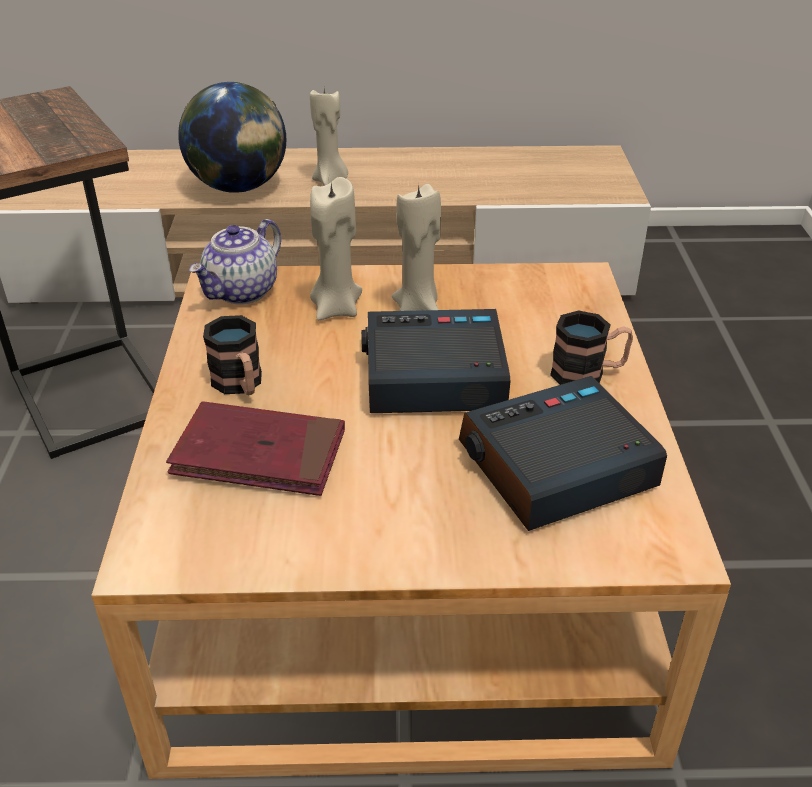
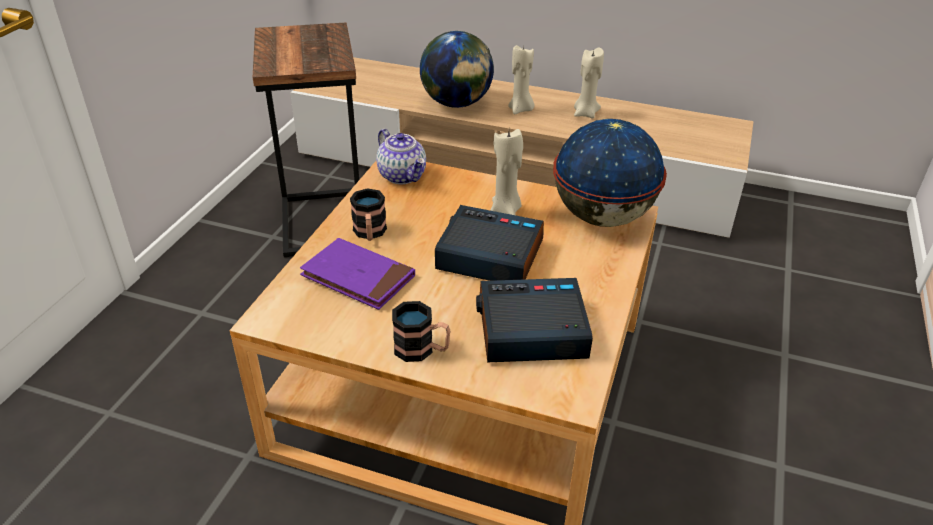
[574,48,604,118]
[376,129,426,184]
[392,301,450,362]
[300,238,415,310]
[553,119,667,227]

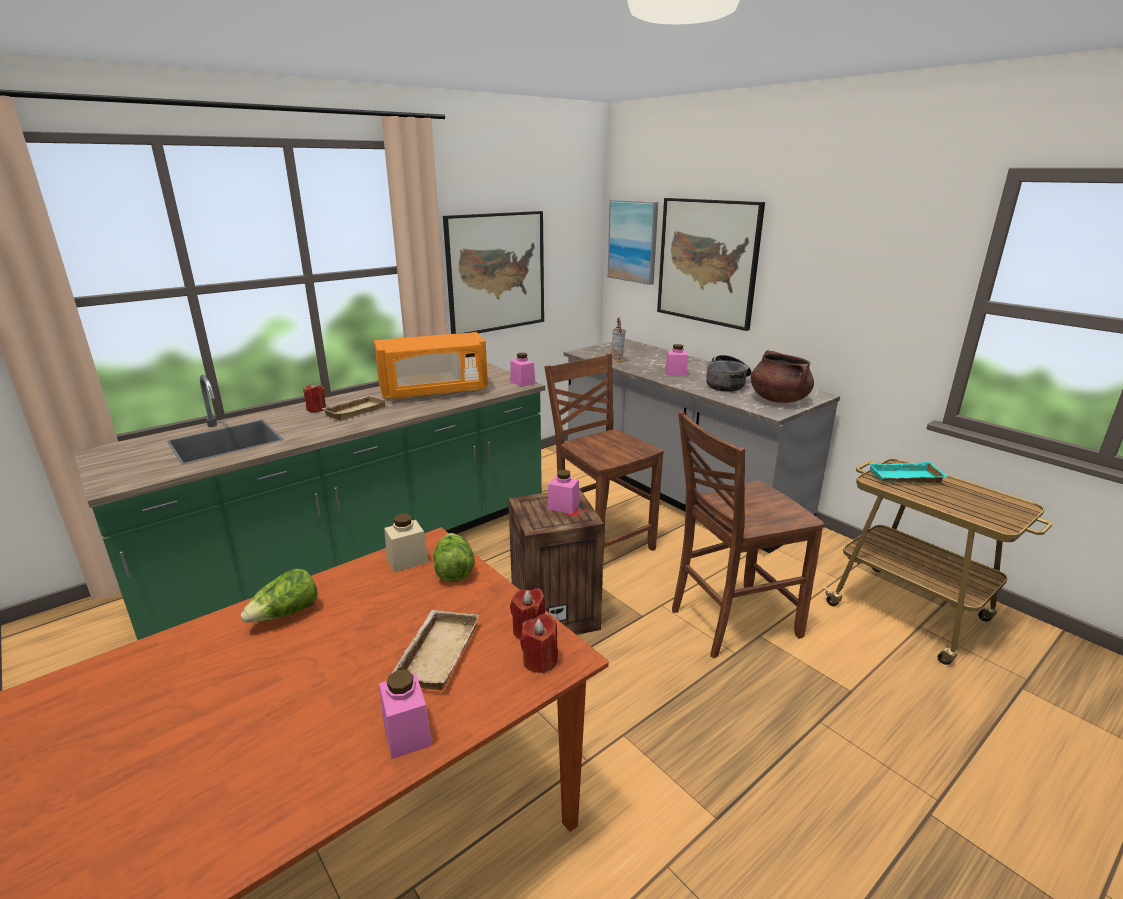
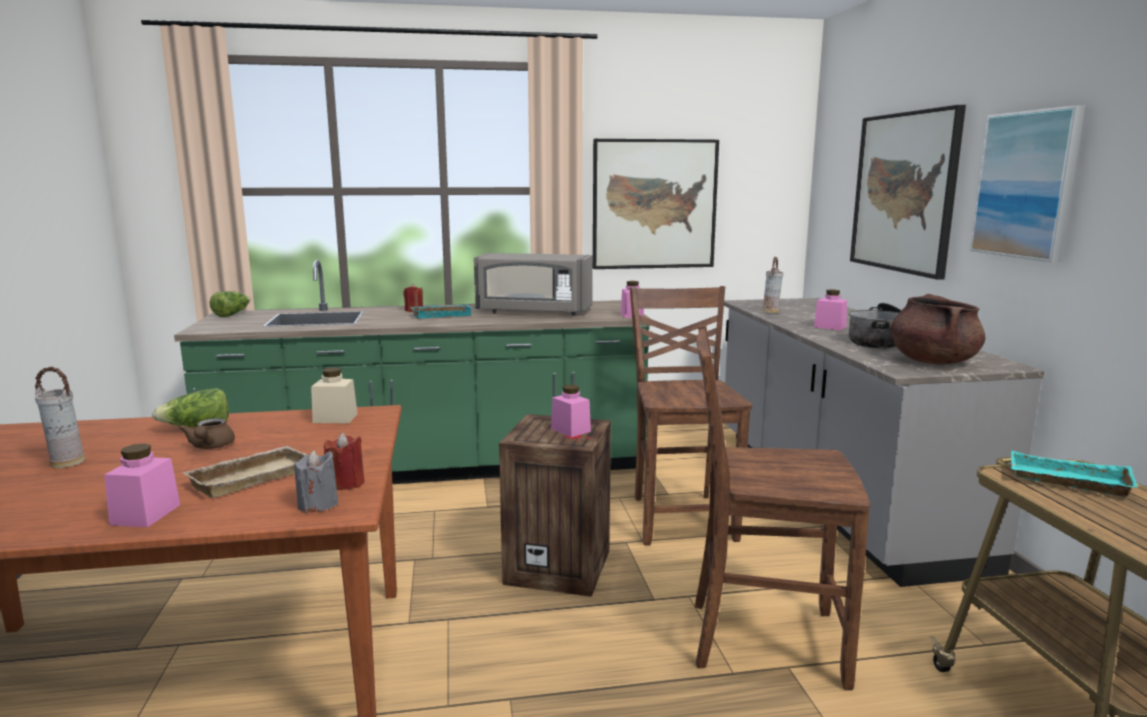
[970,105,1086,262]
[474,253,593,316]
[411,305,473,319]
[209,291,250,317]
[294,450,338,513]
[35,367,85,468]
[179,418,235,449]

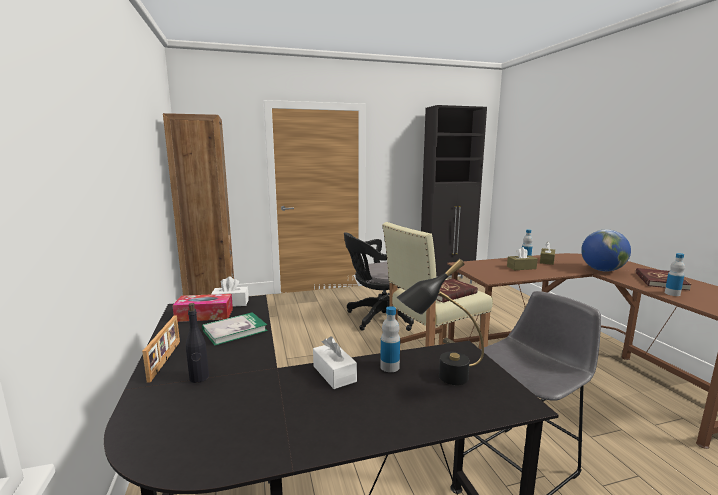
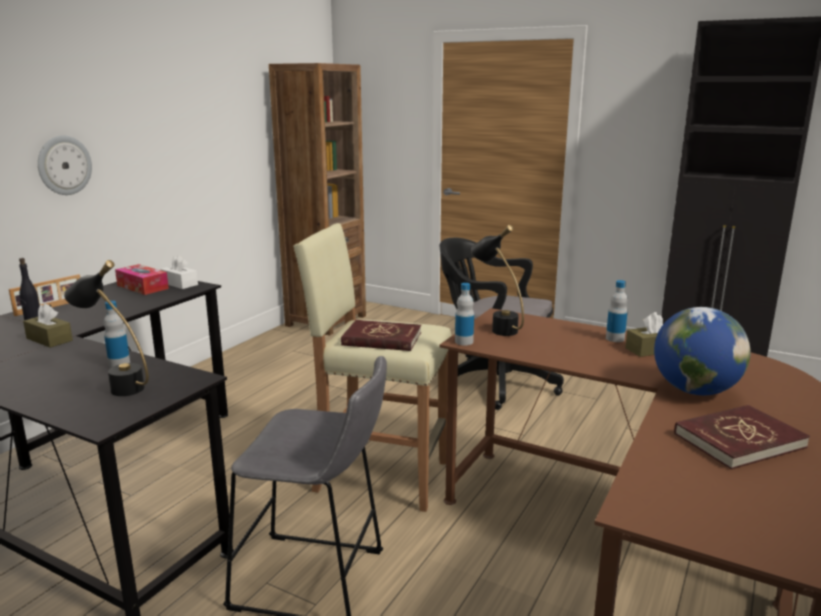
[23,303,73,348]
[455,283,474,345]
[202,312,268,345] (first image)
[313,336,357,389] (first image)
[38,135,92,195]
[471,225,524,336]

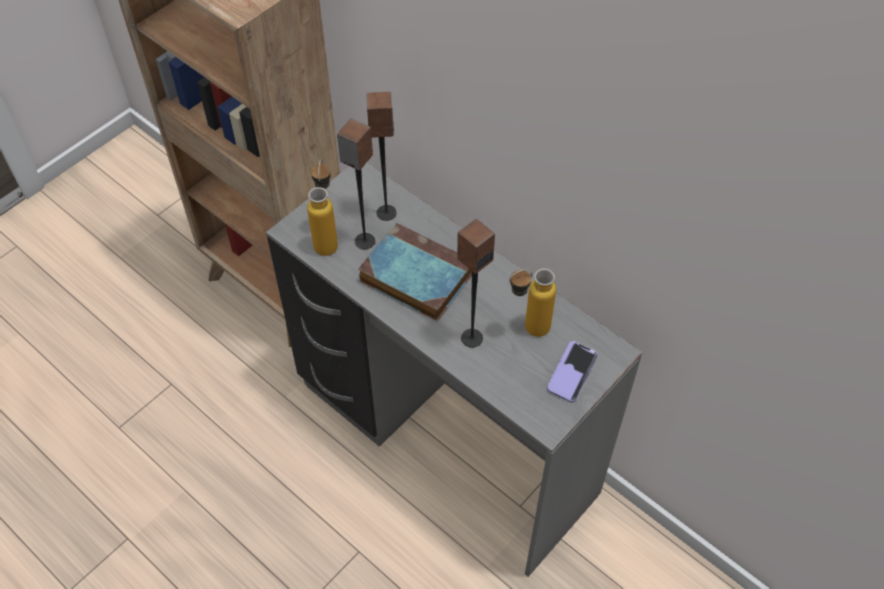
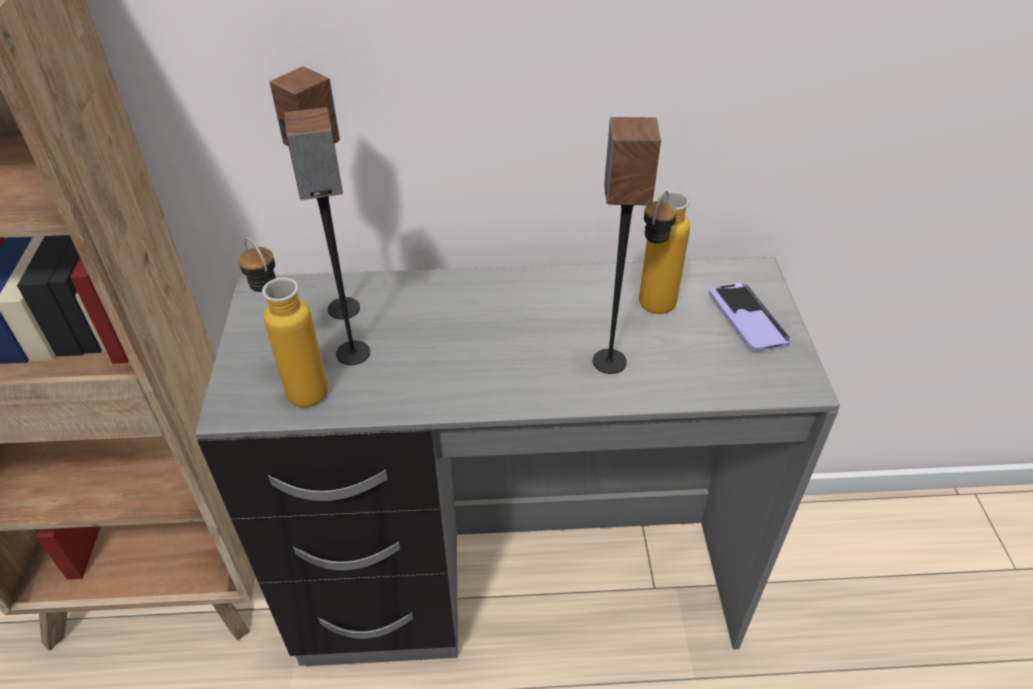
[358,223,472,322] (first image)

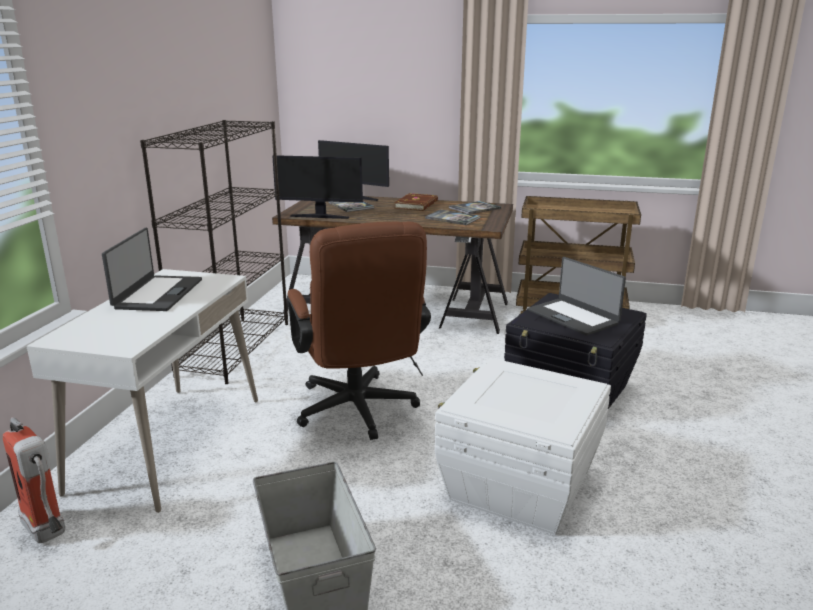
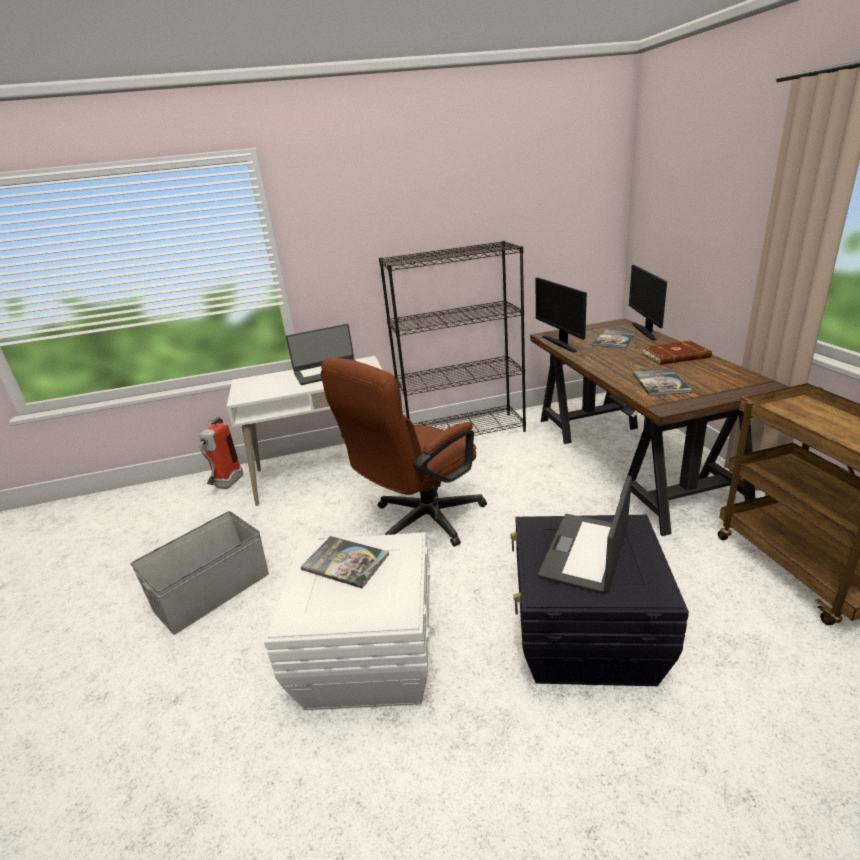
[301,536,389,588]

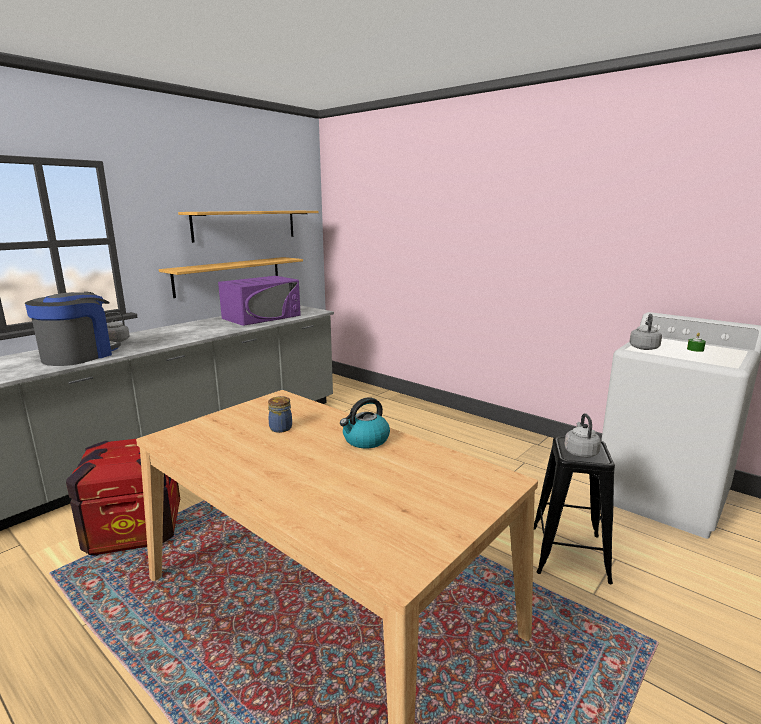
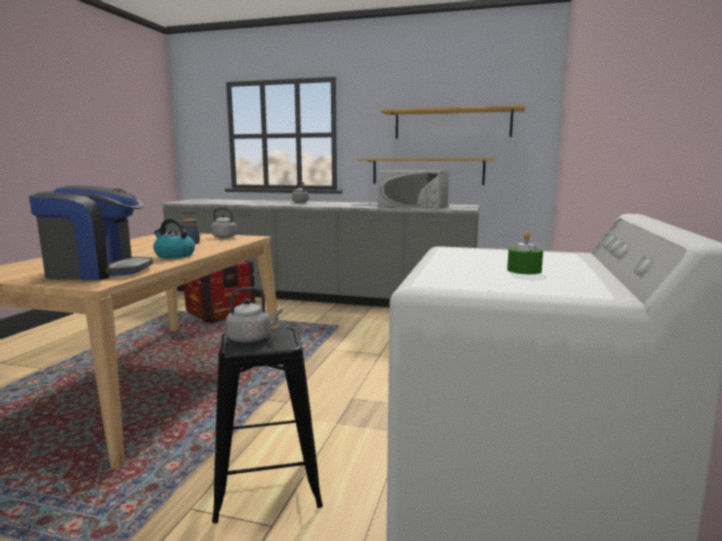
[378,170,449,209]
[29,185,153,280]
[211,208,242,238]

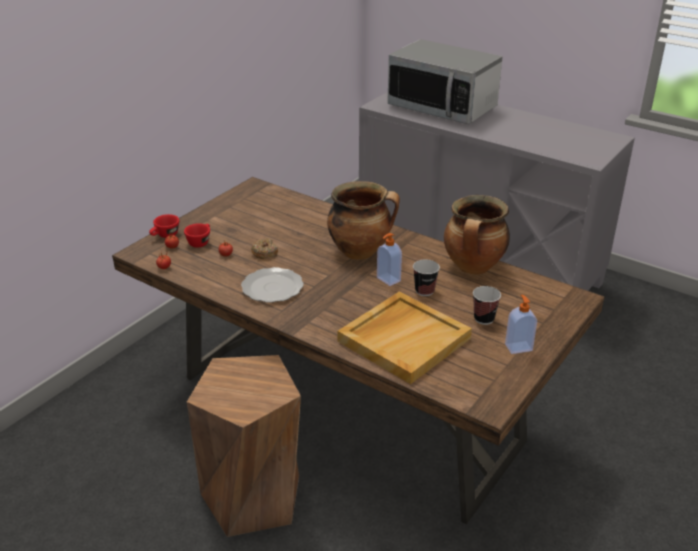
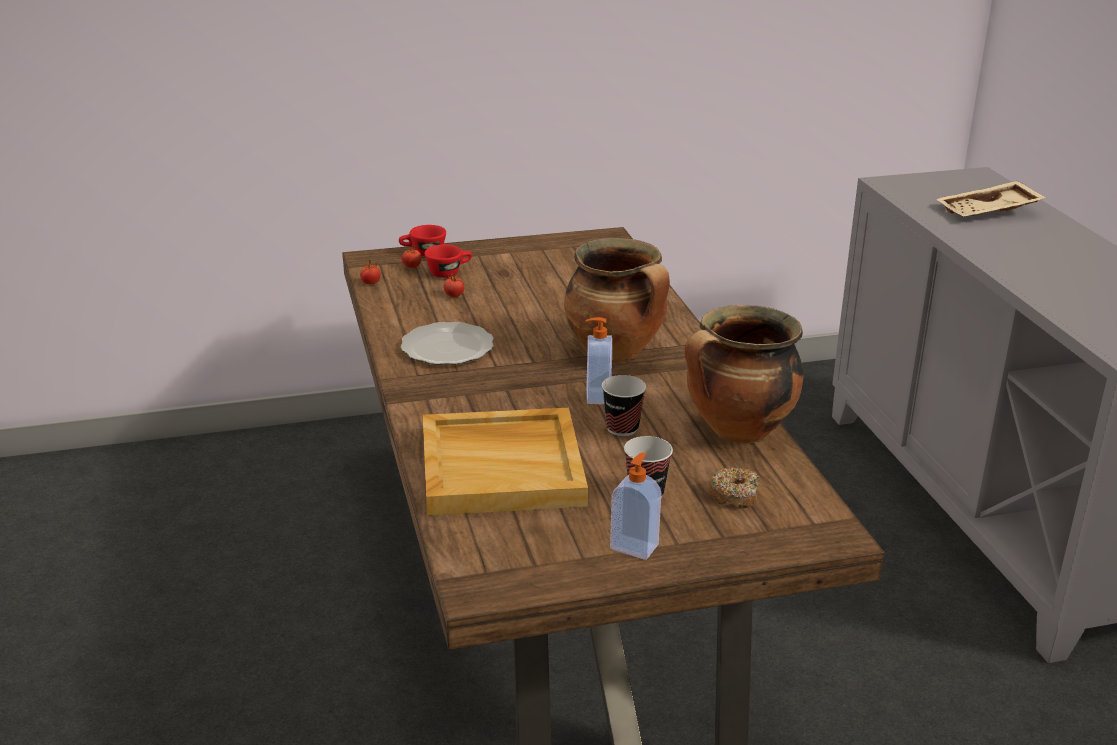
[936,181,1046,217]
[708,467,760,508]
[187,355,301,537] (first image)

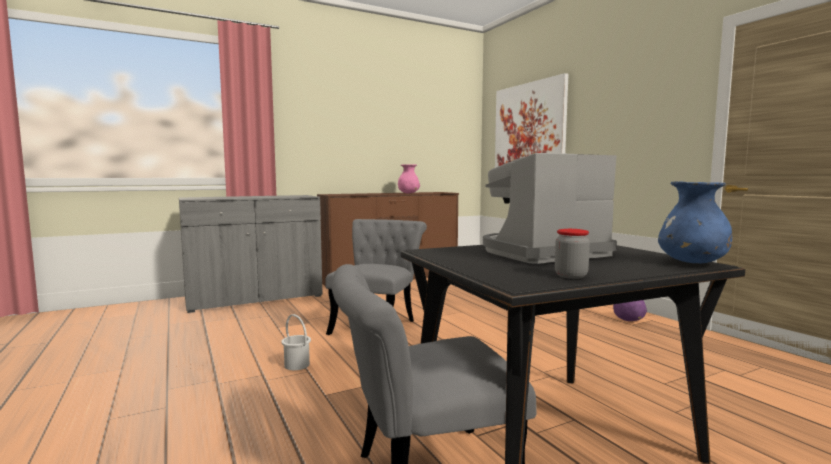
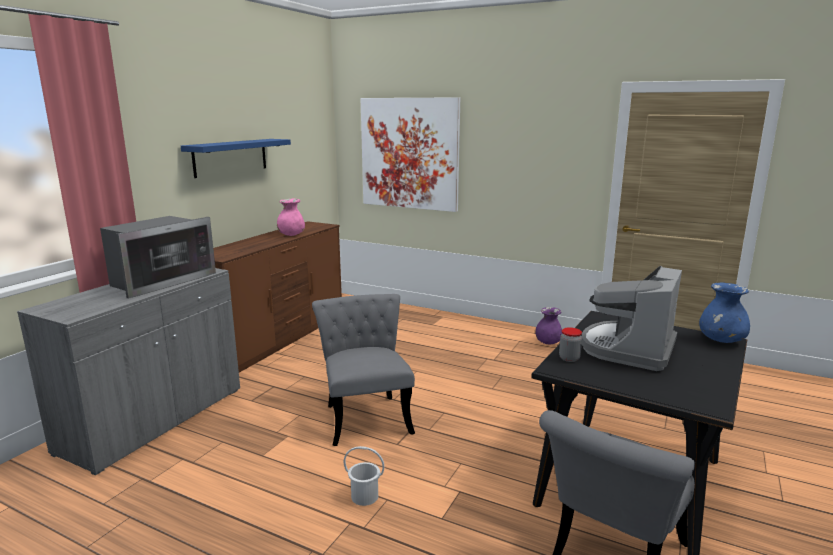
[559,327,582,362]
[181,139,291,178]
[100,216,216,299]

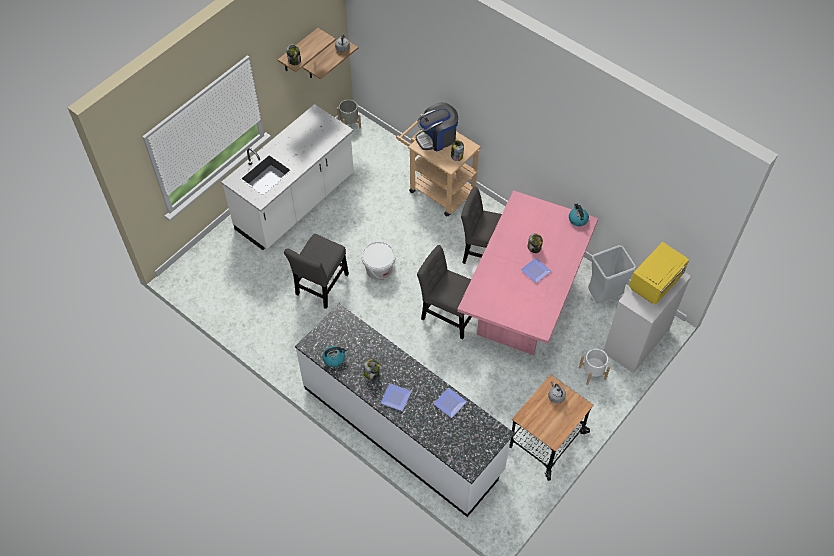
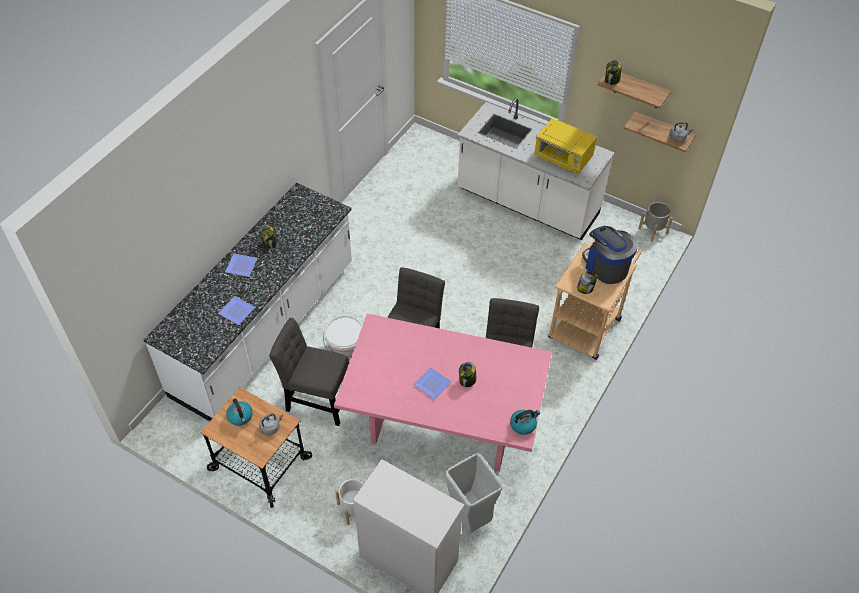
[269,318,349,426]
[323,315,363,361]
[534,118,597,174]
[226,398,253,426]

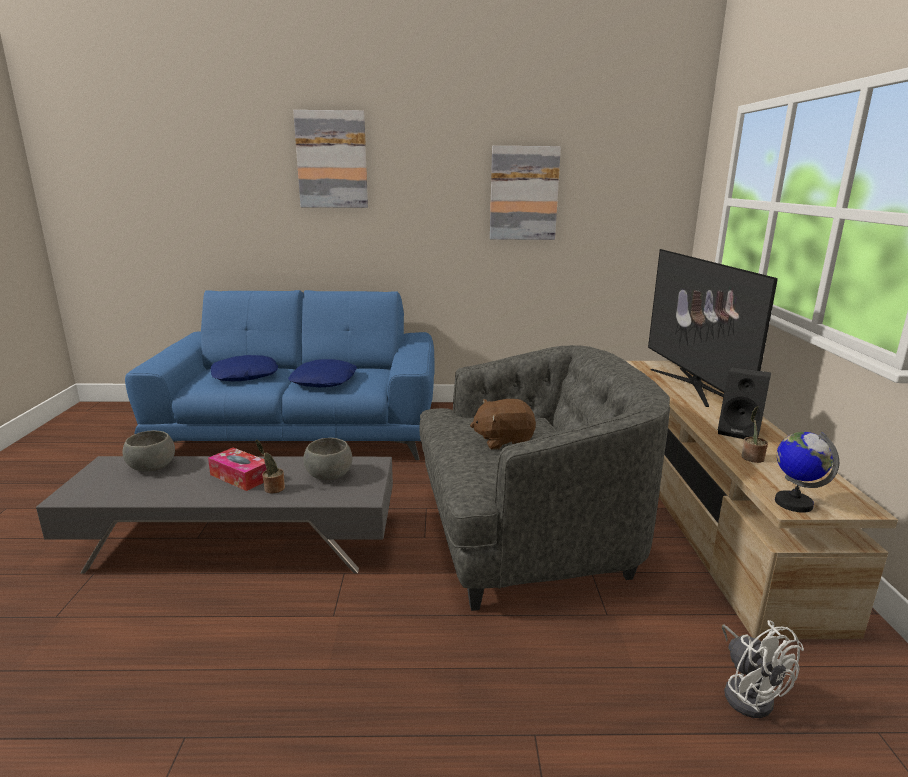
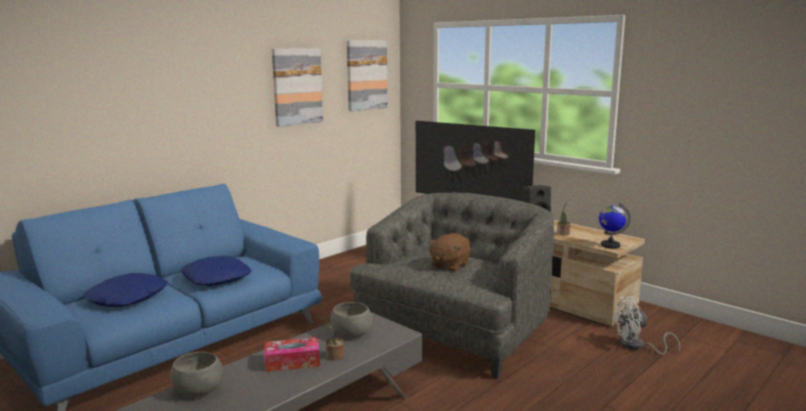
[347,41,388,111]
[612,297,680,355]

